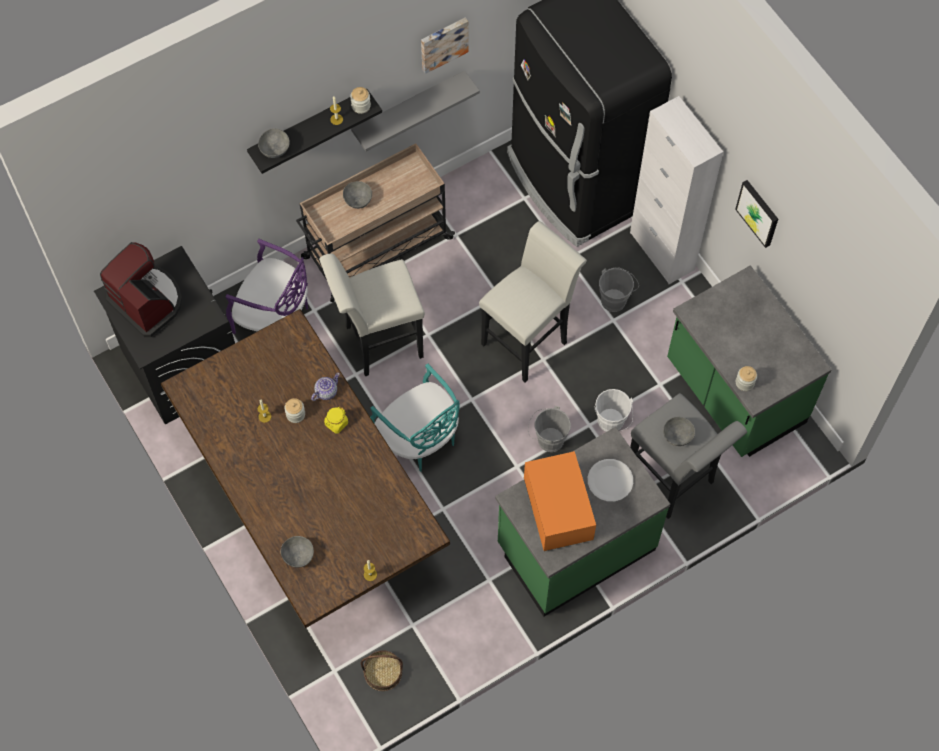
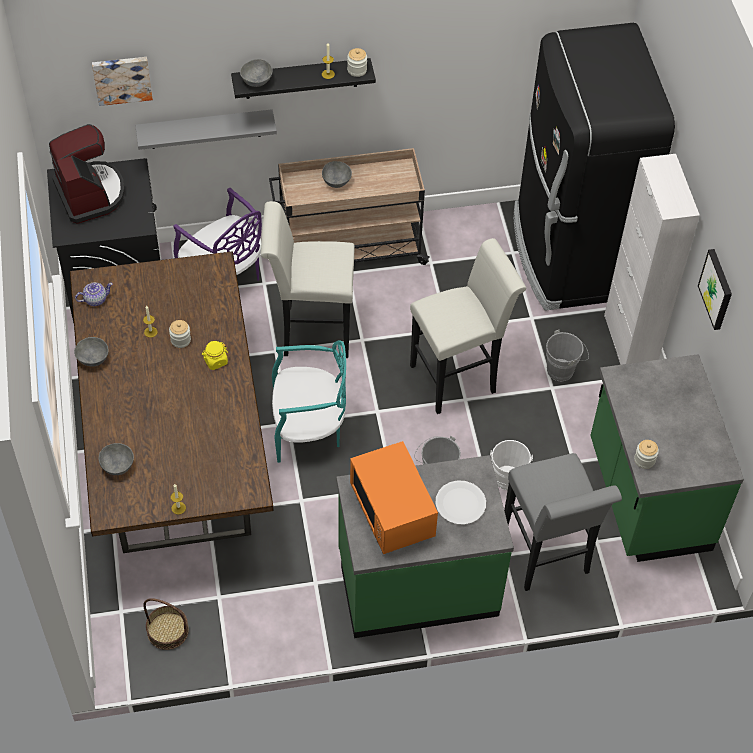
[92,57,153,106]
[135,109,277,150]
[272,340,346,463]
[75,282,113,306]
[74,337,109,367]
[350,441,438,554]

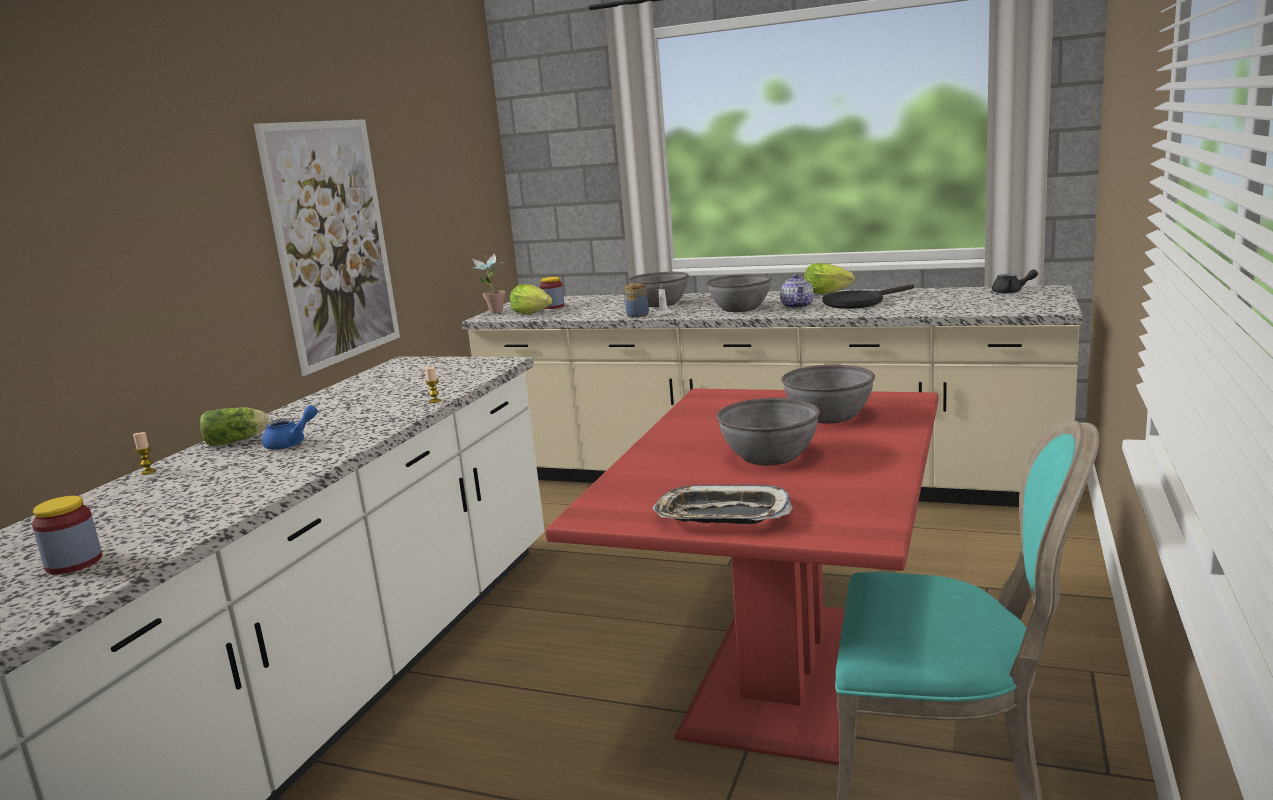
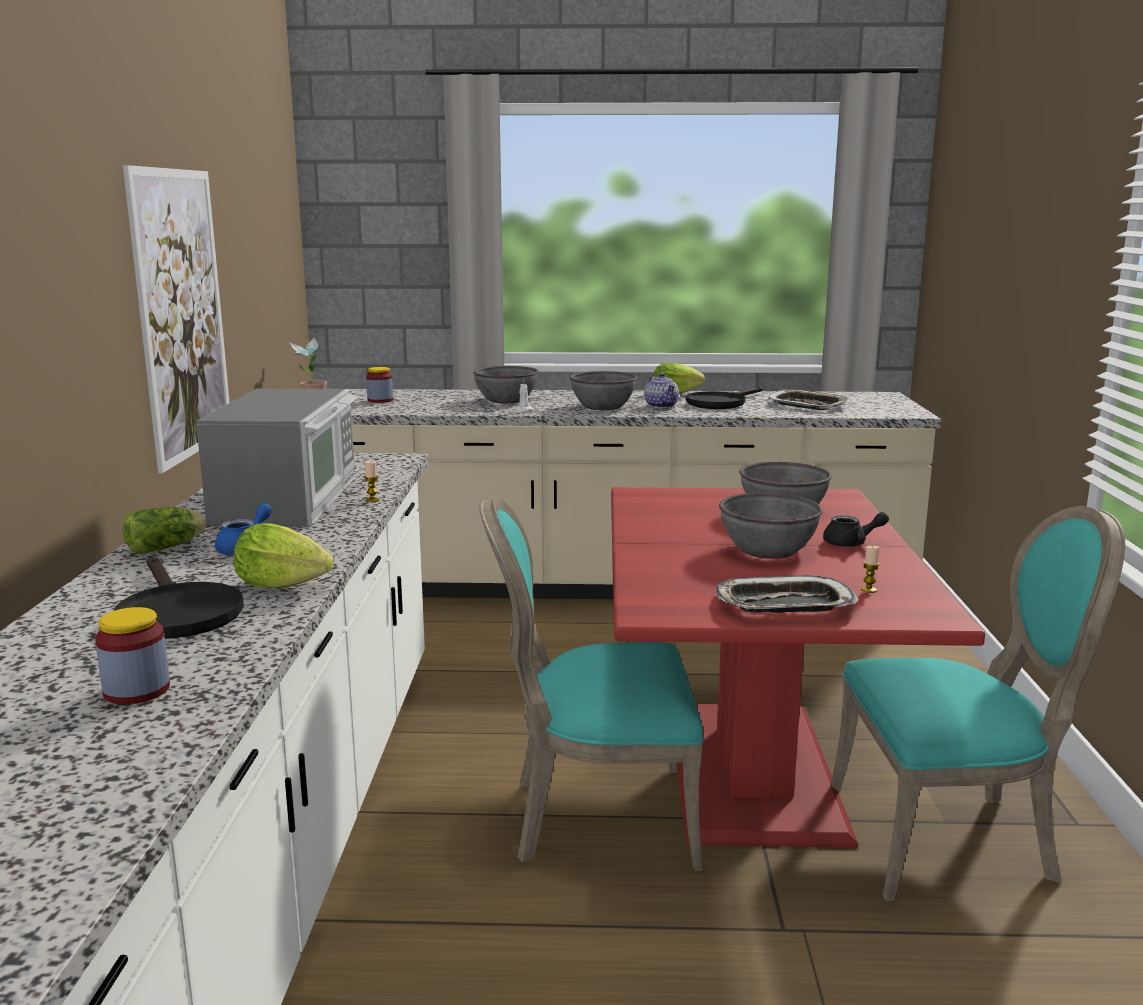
[823,512,889,547]
[624,283,649,318] (first image)
[234,523,334,588]
[861,546,880,593]
[196,389,358,526]
[768,389,848,410]
[479,498,704,871]
[114,557,244,639]

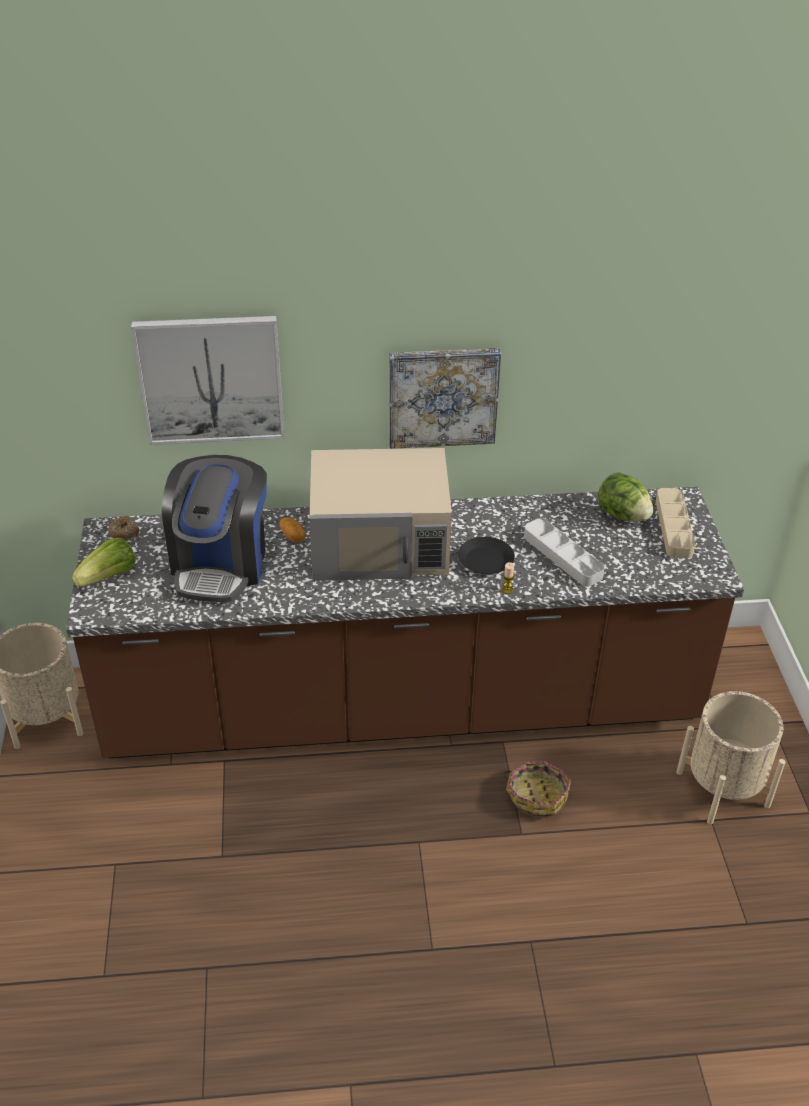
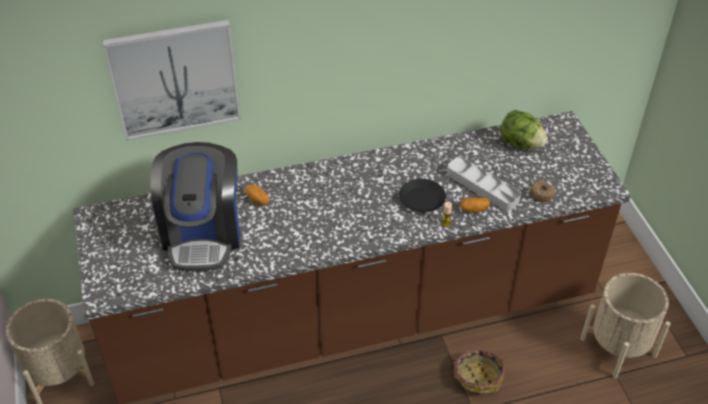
[389,348,501,449] (first image)
[309,448,452,581] (first image)
[656,488,695,558] (first image)
[530,179,555,202]
[72,538,135,587] (first image)
[460,197,490,213]

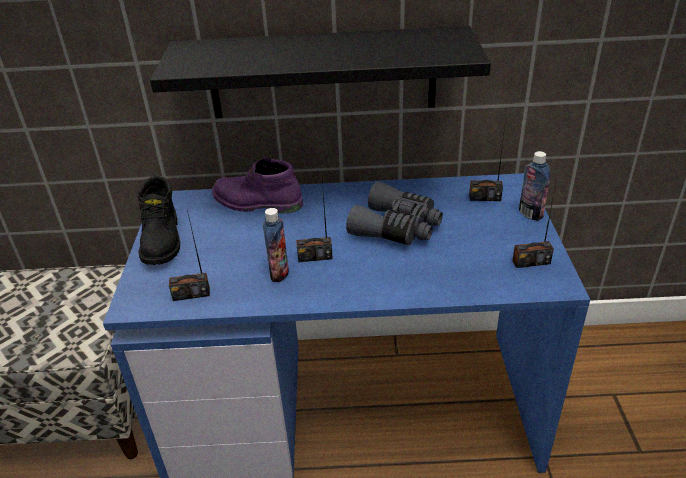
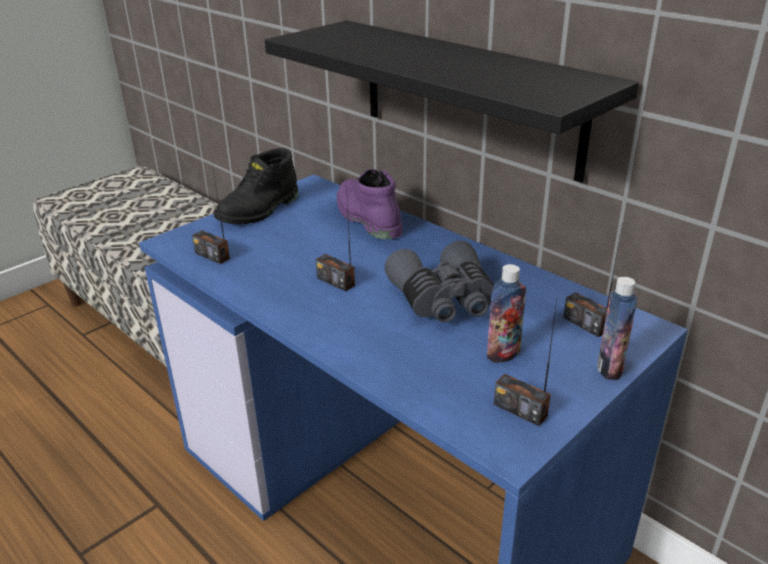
[487,264,526,363]

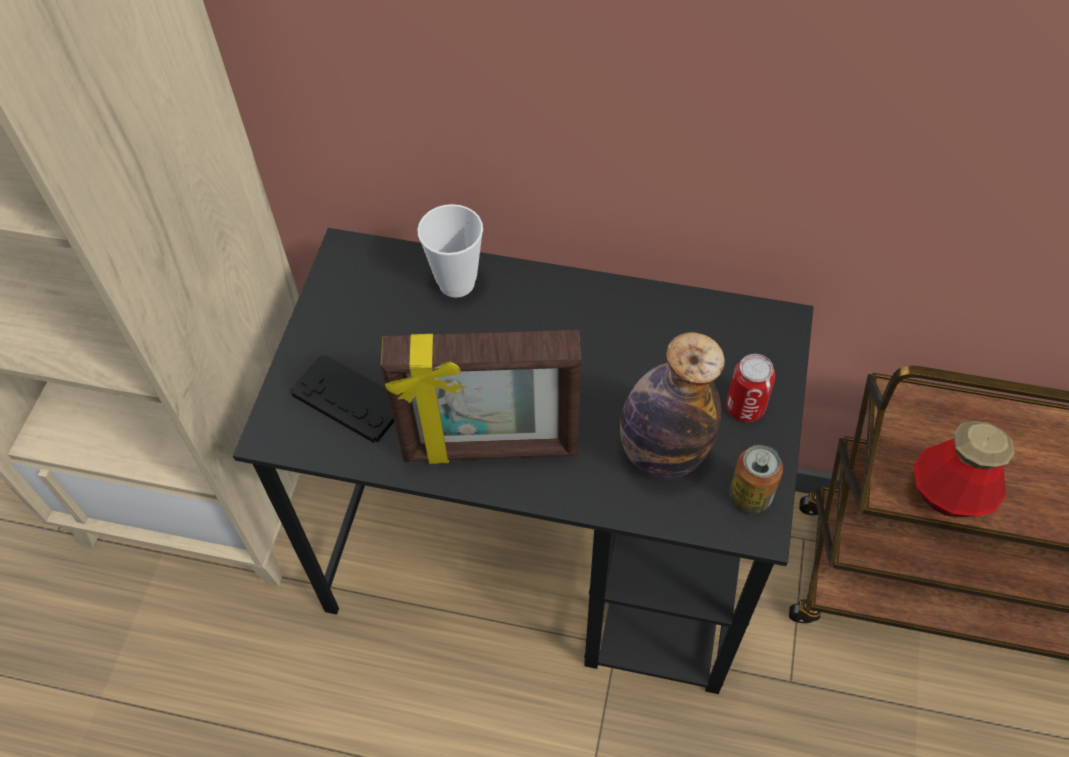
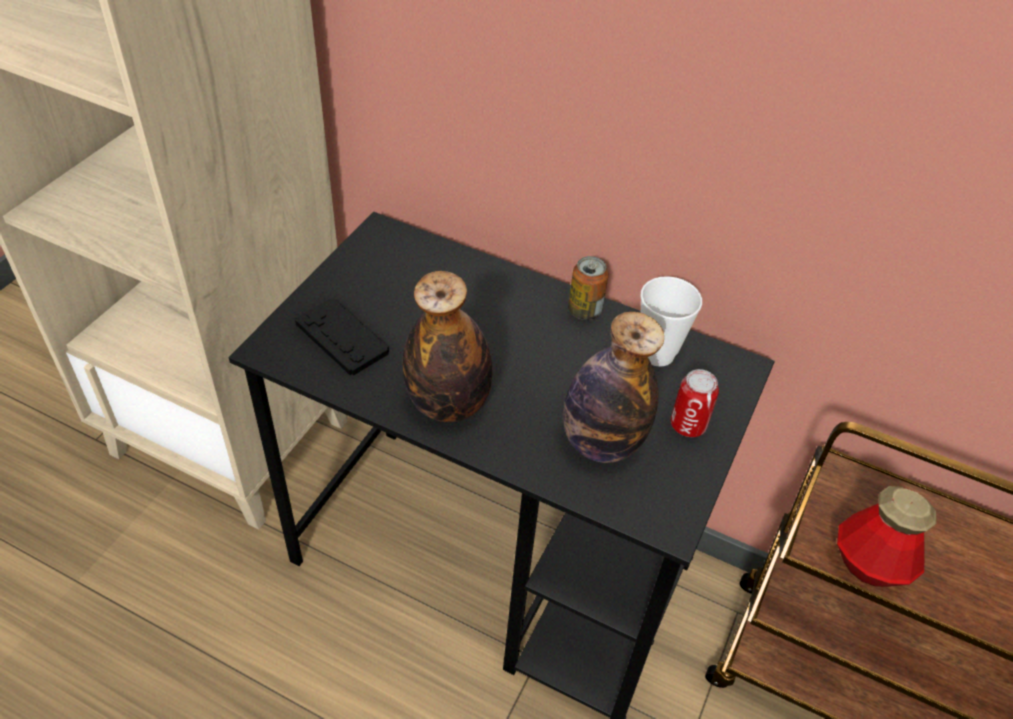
[640,276,702,367]
[403,271,493,422]
[568,256,609,320]

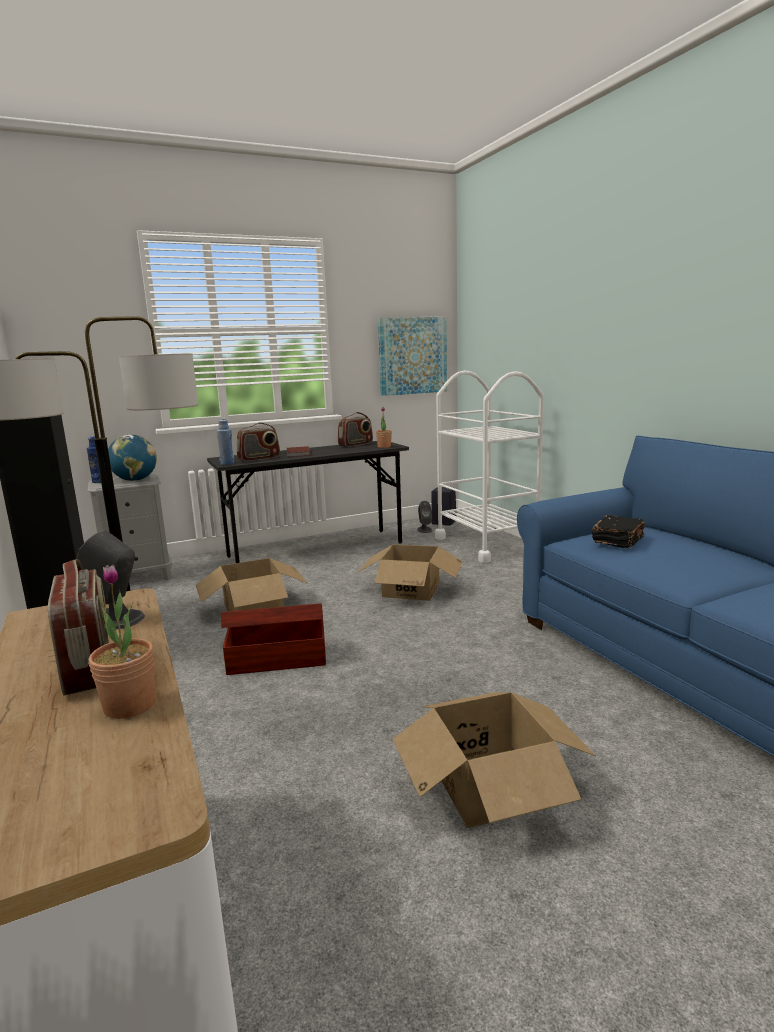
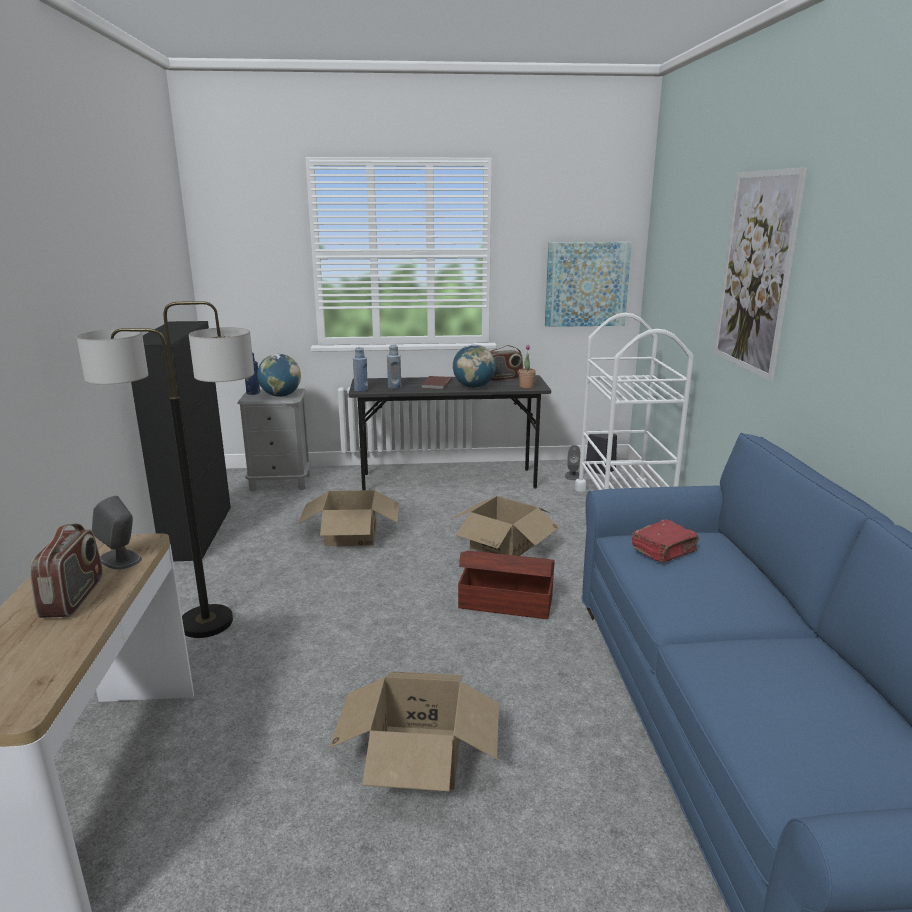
[387,345,401,389]
[632,520,698,562]
[88,565,156,719] (first image)
[458,551,555,619]
[714,167,808,381]
[453,345,496,388]

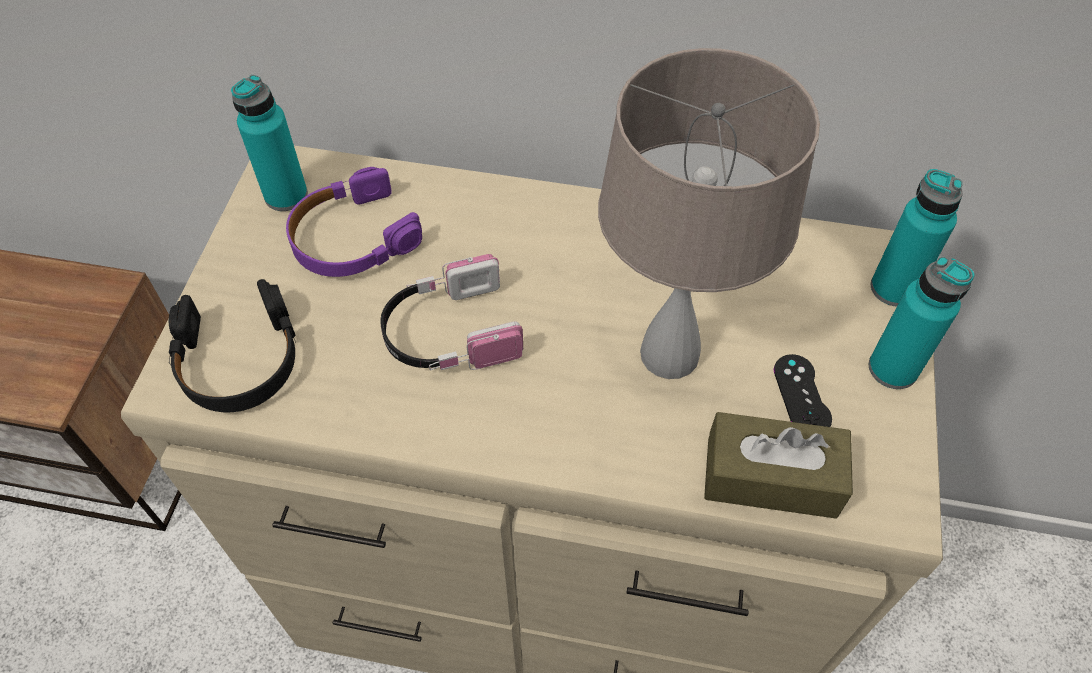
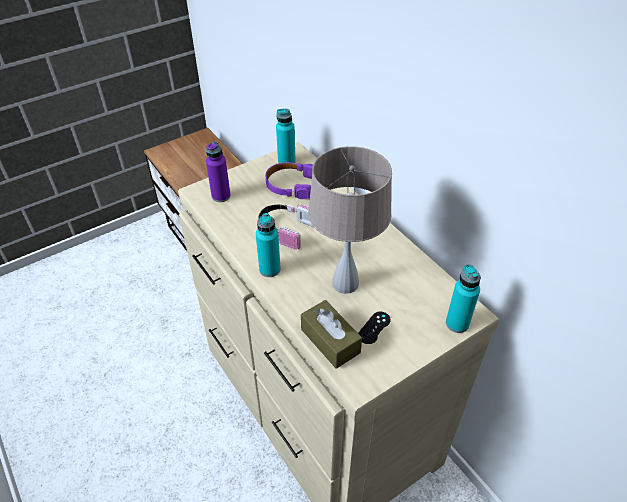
[256,213,281,277]
[206,141,231,202]

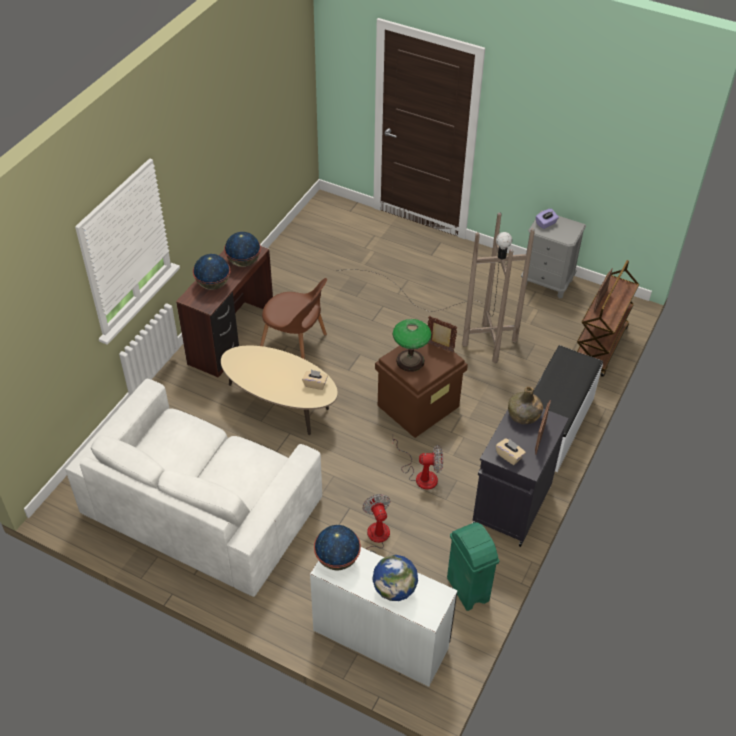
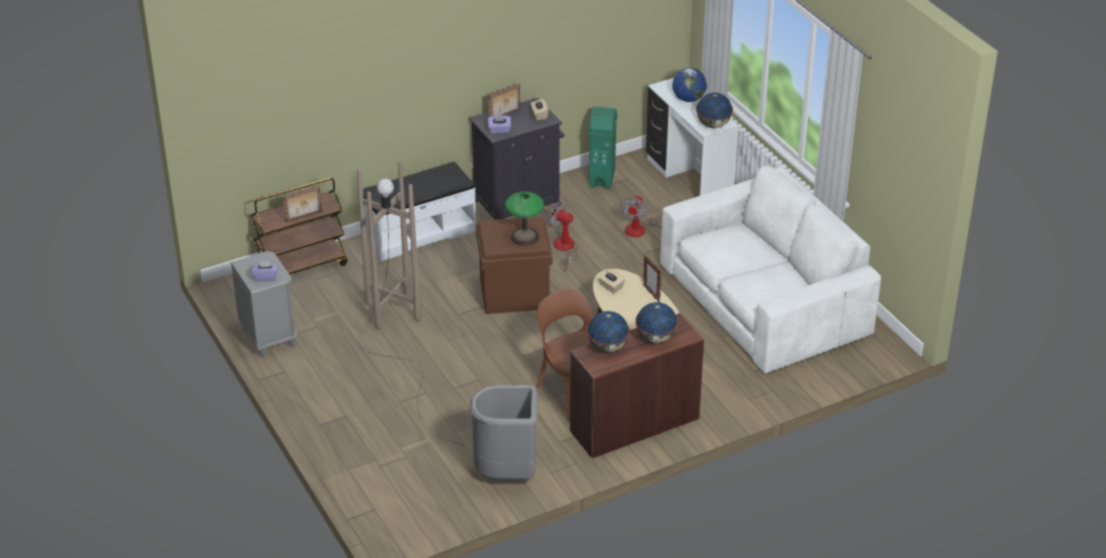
[643,255,661,302]
[488,115,511,134]
[470,385,538,479]

